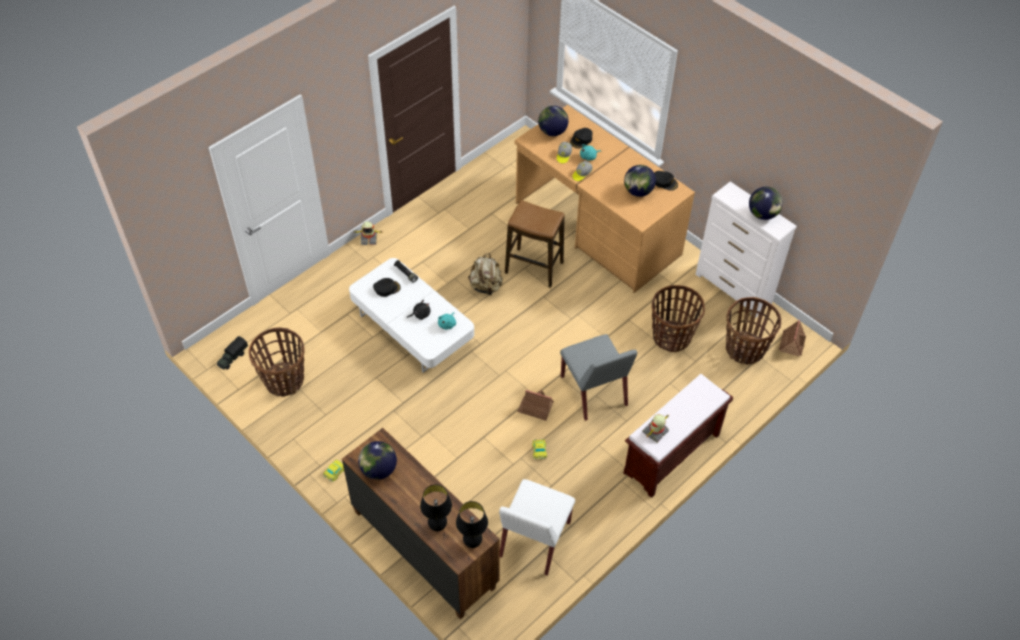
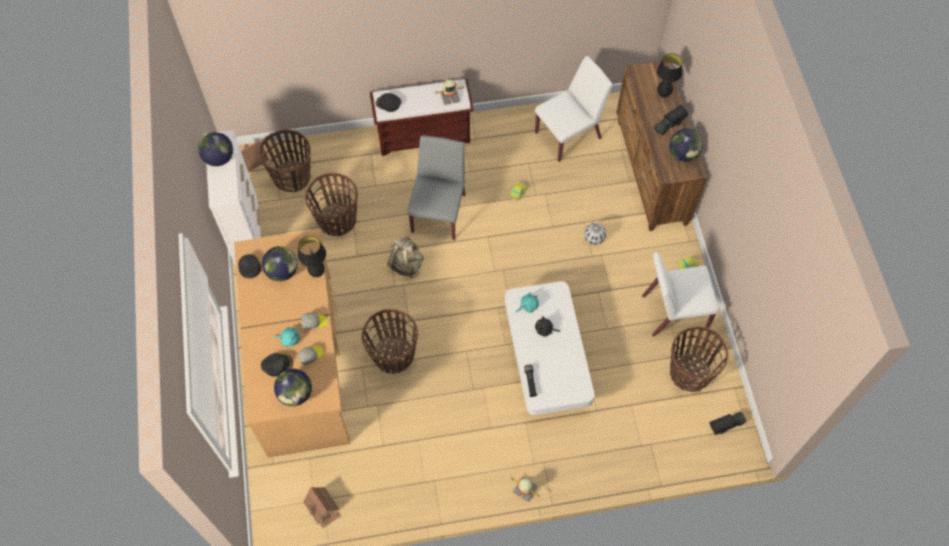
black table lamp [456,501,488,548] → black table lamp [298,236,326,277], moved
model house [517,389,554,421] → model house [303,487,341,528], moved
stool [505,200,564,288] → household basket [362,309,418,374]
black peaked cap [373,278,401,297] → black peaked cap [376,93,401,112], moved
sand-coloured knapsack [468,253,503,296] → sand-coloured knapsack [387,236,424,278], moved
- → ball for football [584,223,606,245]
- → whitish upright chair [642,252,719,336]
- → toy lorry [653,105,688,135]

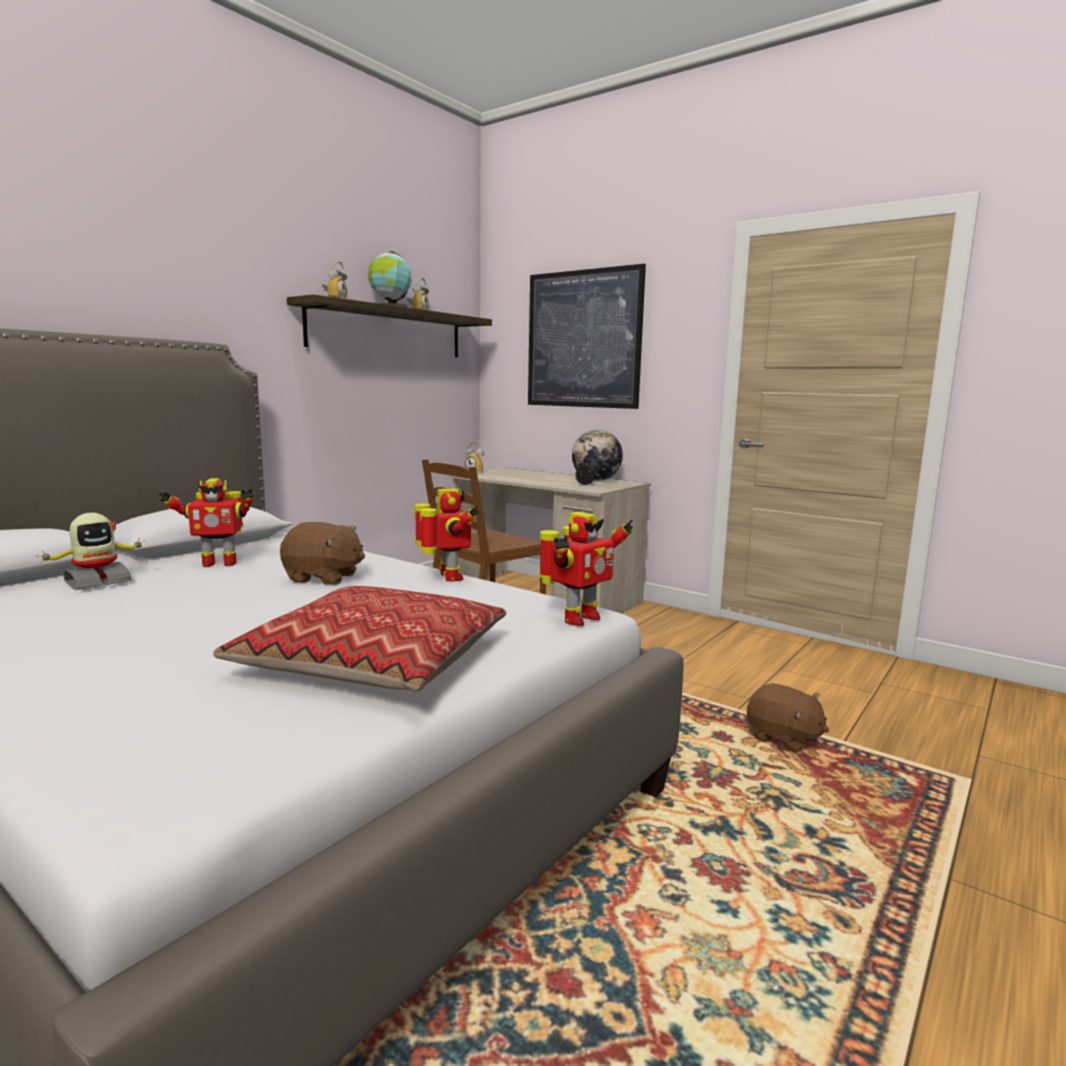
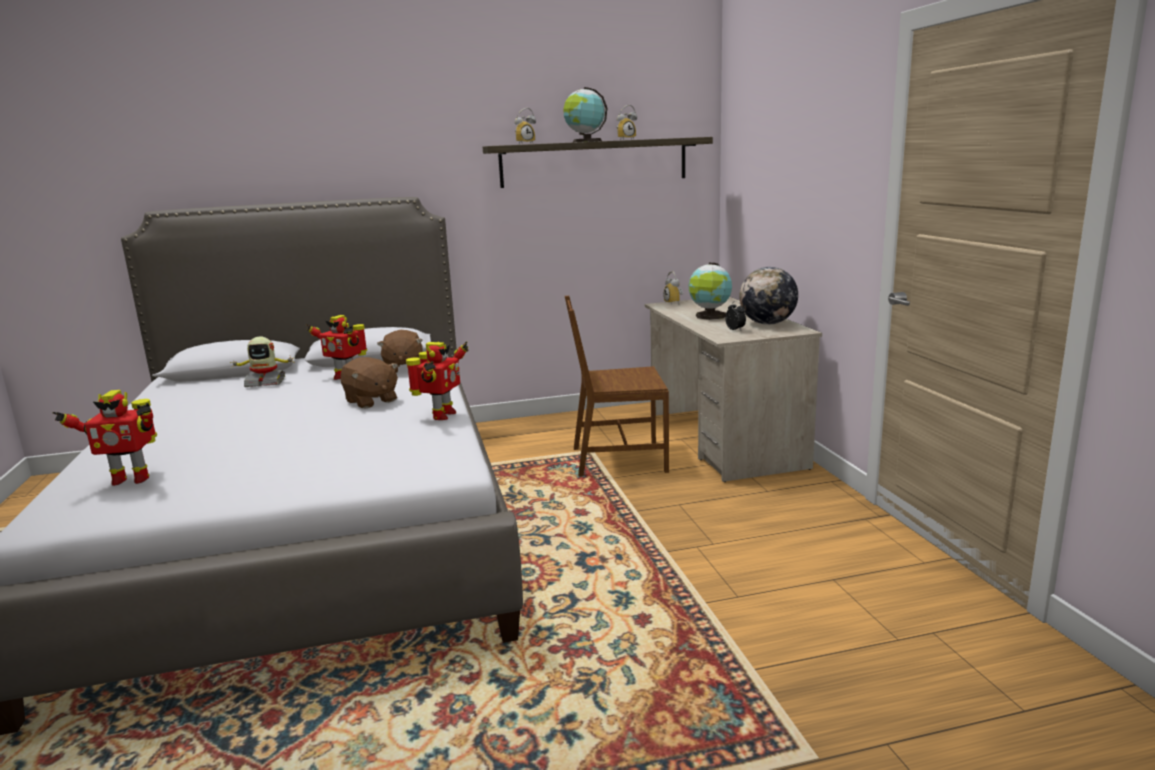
model robot [539,512,633,626] → model robot [52,390,157,486], moved
brownish cuddly toy [747,683,829,753] → brownish cuddly toy [377,330,423,373], moved
- → globe [688,263,732,320]
cushion [213,586,506,691] → -
wall picture [528,264,646,409] → -

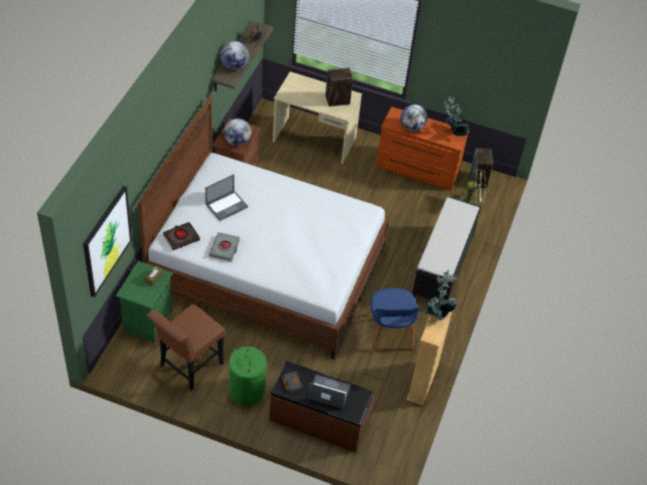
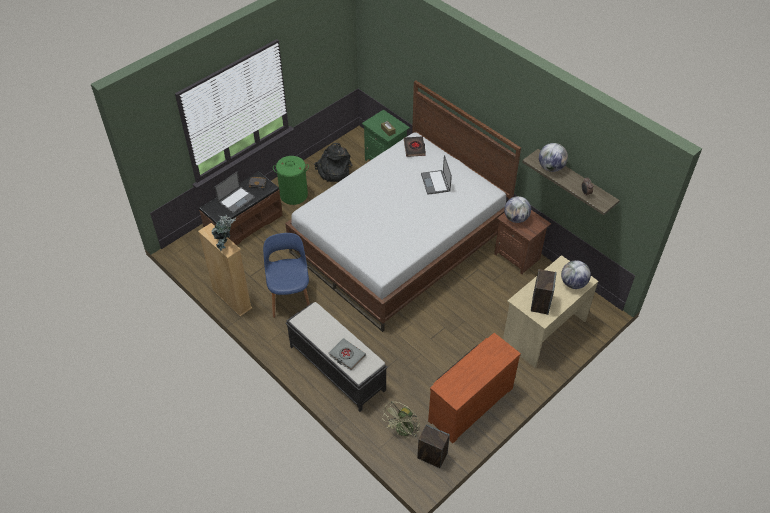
bluish upright chair [366,288,422,352] → bluish upright chair [263,233,310,318], 60 degrees clockwise
brownish upright chair [147,304,225,391] → black knapsack [314,143,352,182]
grey bound book [209,232,240,262] → grey bound book [329,338,366,370], moved
globe [400,104,427,131] → globe [561,260,591,289], moved
wall picture [83,186,132,297] → -
plant in a pot [444,96,469,136] → -

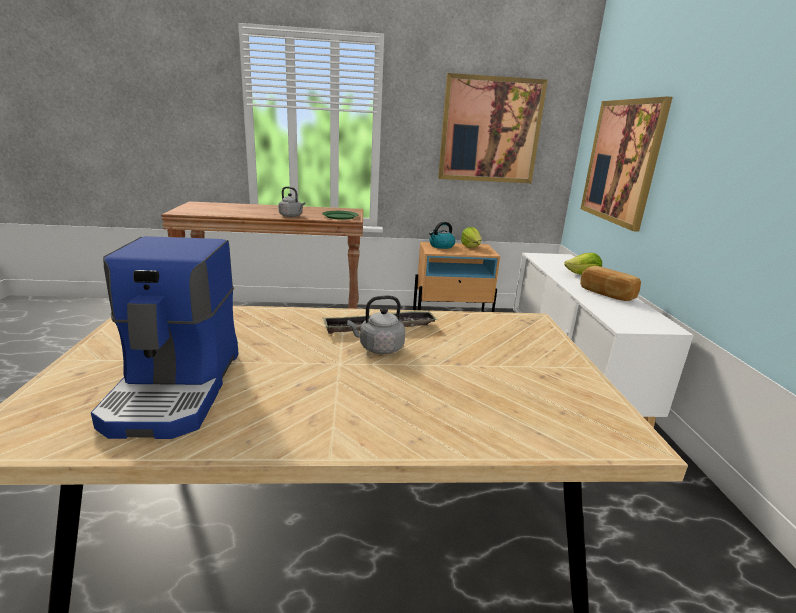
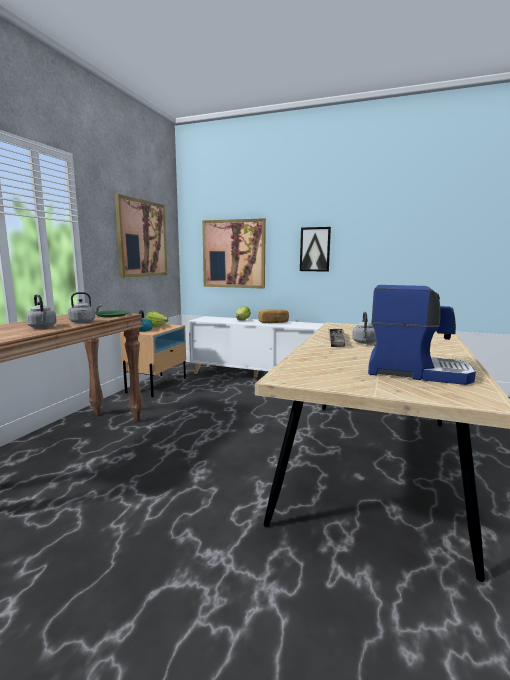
- → grey water kettle [26,294,57,328]
- → wall picture [300,227,331,272]

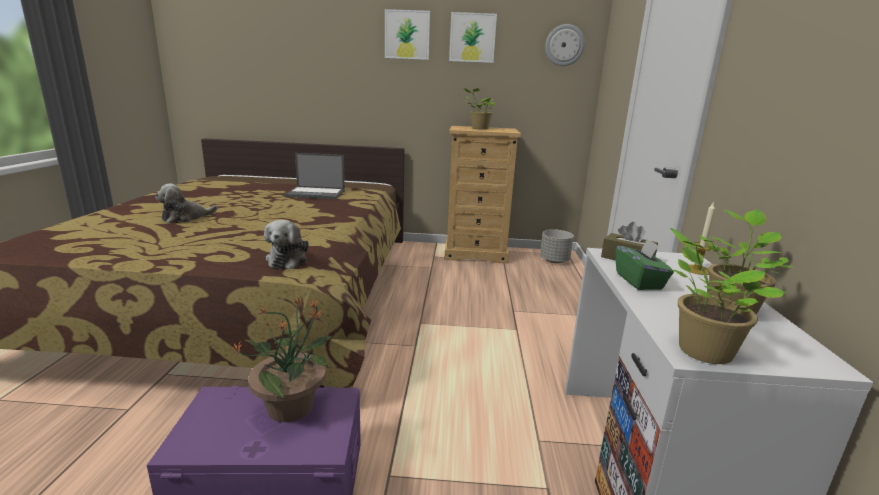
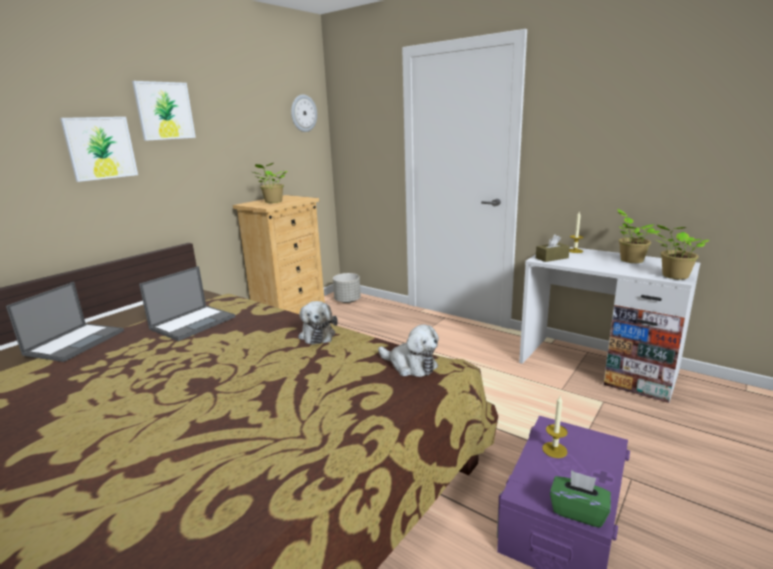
- → laptop [6,282,124,362]
wall picture [449,12,497,63] → wall picture [60,117,138,182], moved
cuddly toy [155,184,217,223] → cuddly toy [298,301,338,345], moved
plant in a pot [230,297,334,422] → wax light [542,396,568,458]
greenish tissue box [616,238,674,290] → greenish tissue box [550,470,611,528], moved

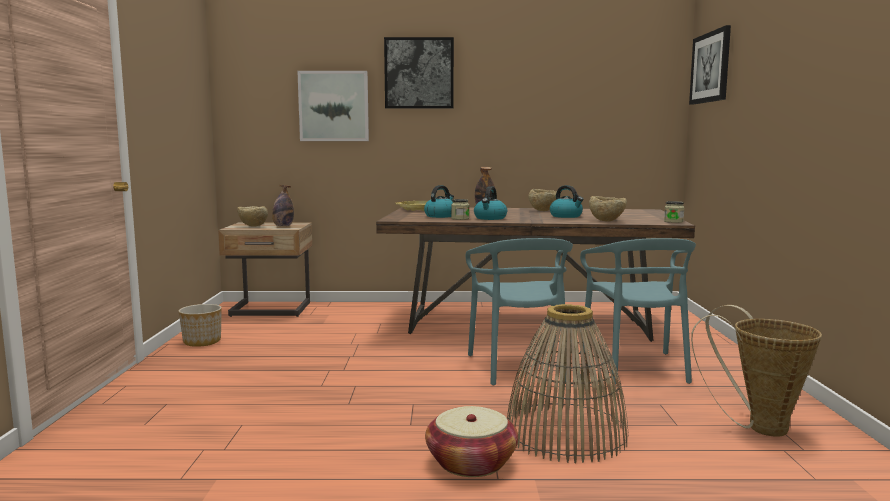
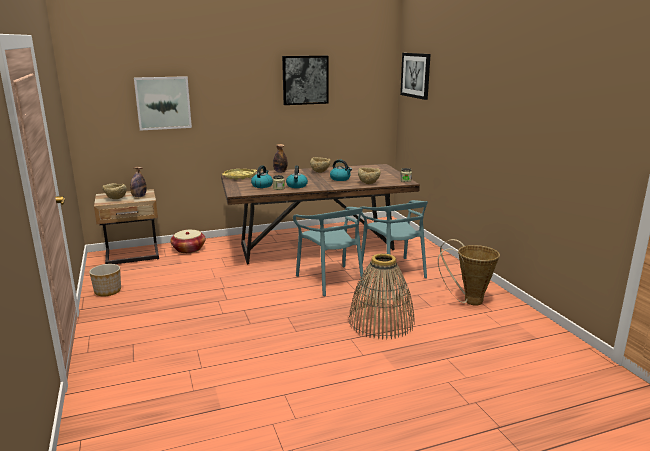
household basket [425,406,518,477] → household basket [170,230,206,253], moved
wall picture [384,37,454,109] → wall picture [282,56,329,105], moved

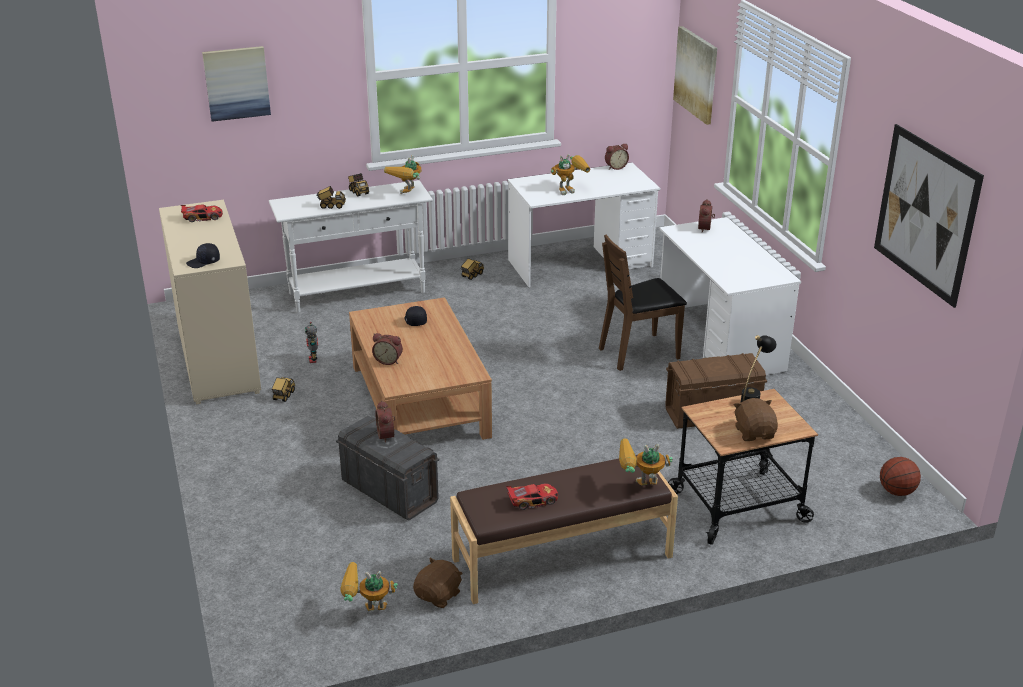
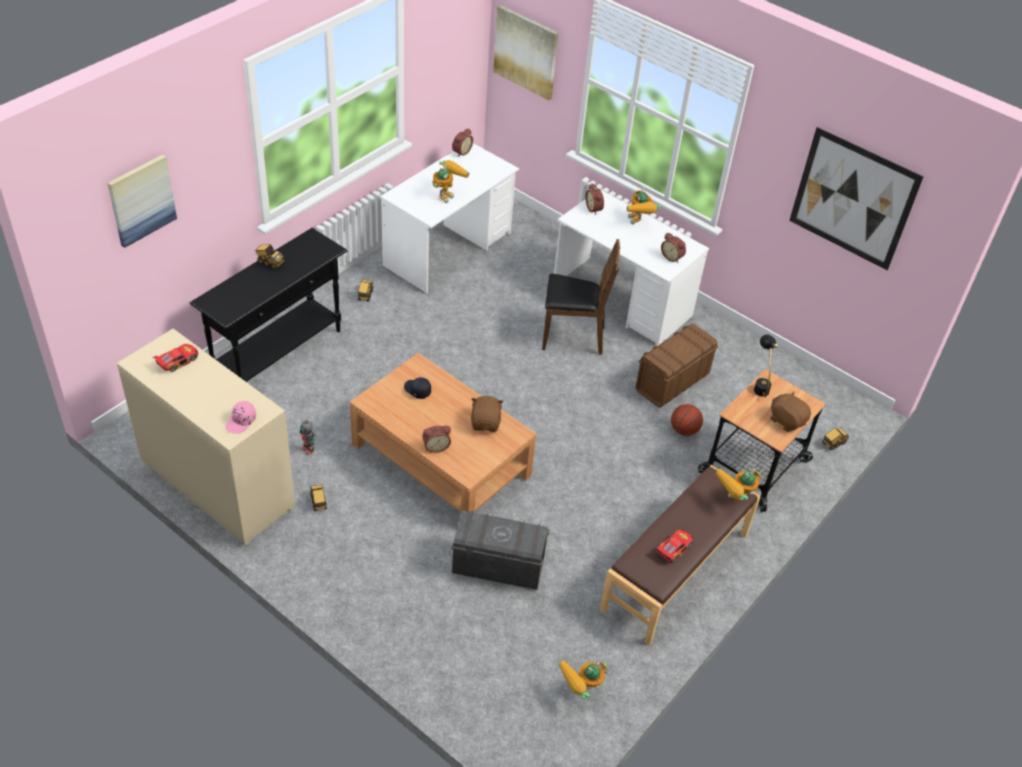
whitish hall table [269,180,433,313] → black hall table [190,228,348,382]
black peaked cap [186,243,220,268] → pinkish peaked cap [225,401,256,434]
brownish cuddly toy [413,558,463,608] → brownish cuddly toy [471,396,504,432], moved
brownish upright chair [599,235,687,371] → brownish upright chair [542,239,620,355], 120 degrees counterclockwise
model robot [384,154,421,194] → model robot [627,187,661,224], moved
table clock [375,401,395,443] → table clock [661,233,686,263], moved
basketball [880,457,921,496] → basketball [671,404,703,436], moved
toy lorry [317,186,346,209] → toy lorry [822,428,849,450], moved

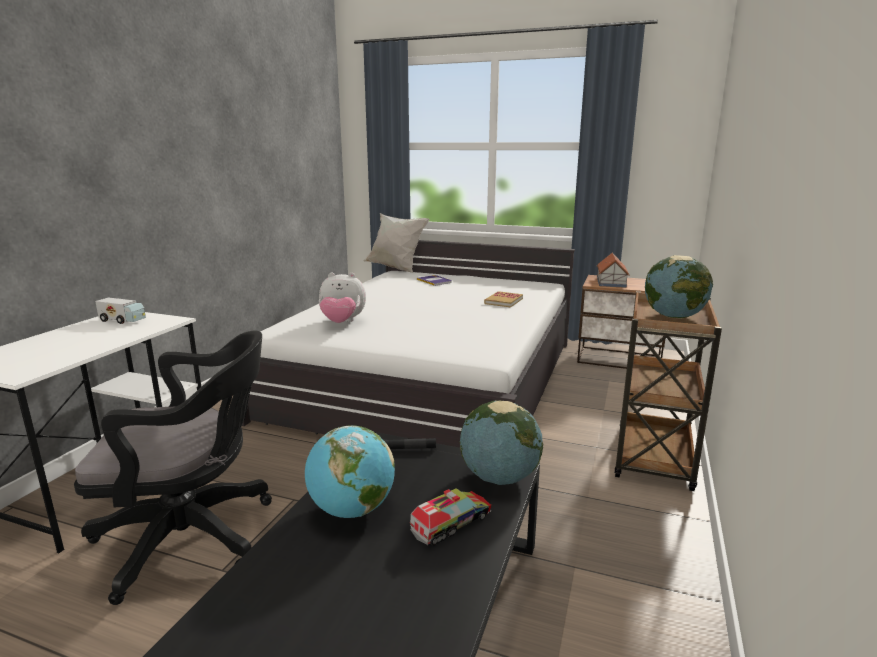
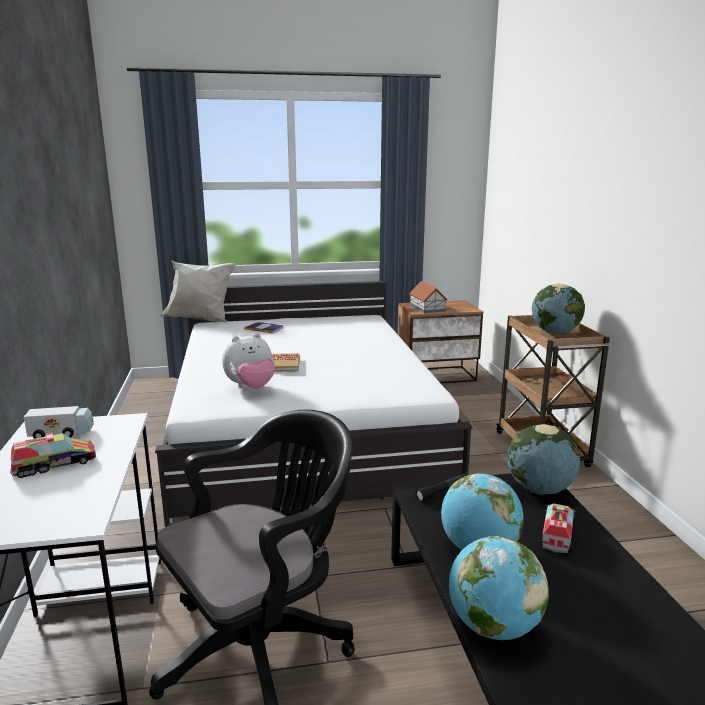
- → toy lorry [10,433,96,478]
bound book [484,291,523,307] → bound book [272,353,300,372], moved
- → globe [449,536,549,640]

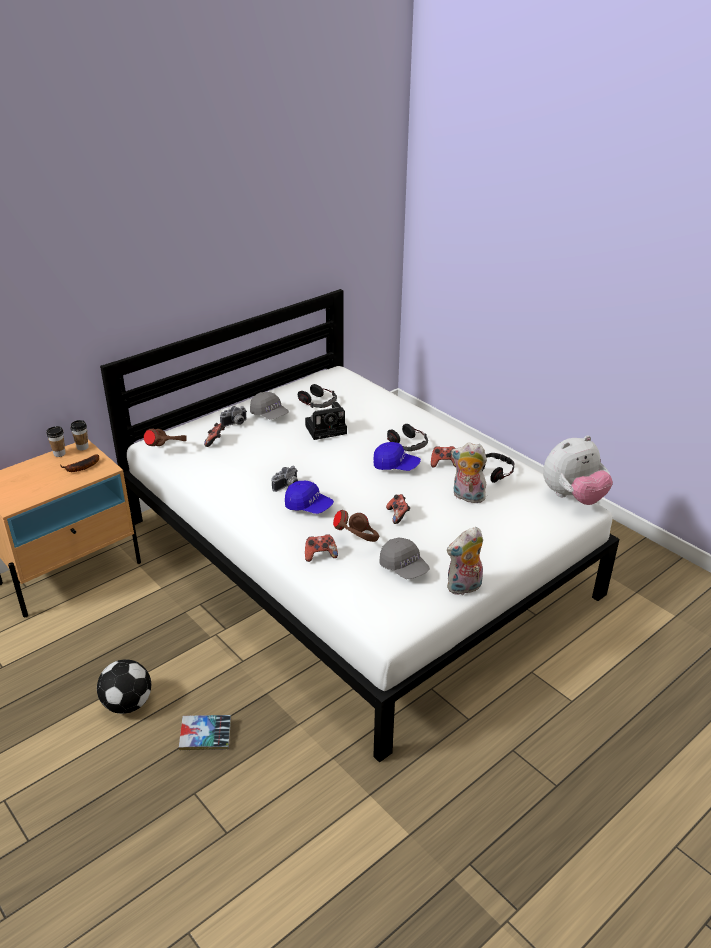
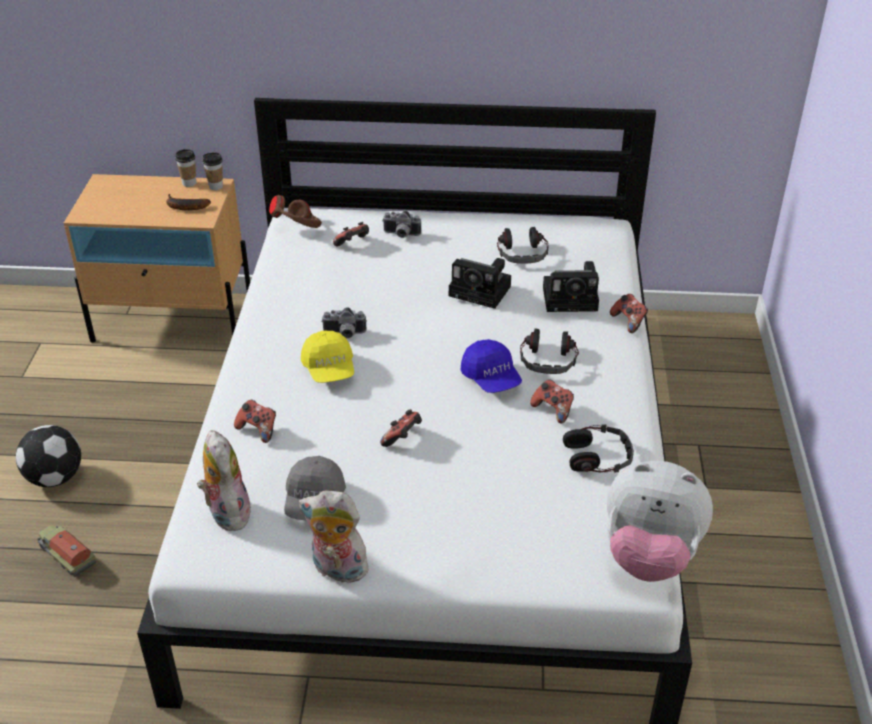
bound book [179,715,231,750] → toy lorry [37,525,96,577]
cuddly toy [451,442,487,503] → cuddly toy [197,430,251,531], moved
bluish peaked cap [285,481,334,514] → yellow peaked cap [301,330,354,383]
- → photo camera [543,261,599,312]
- → gamepad [610,294,648,333]
grey peaked cap [250,392,289,420] → -
brownish headphones [333,510,379,542] → -

